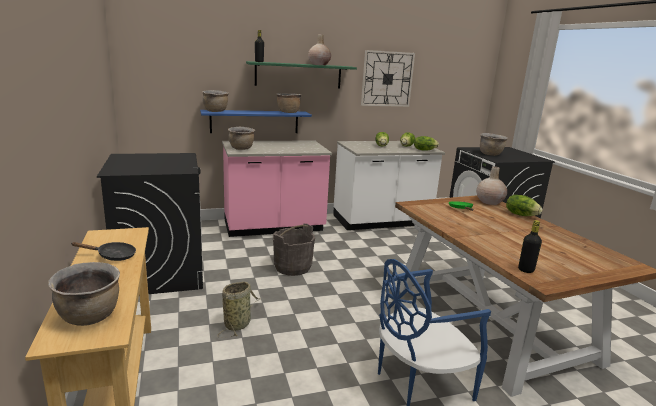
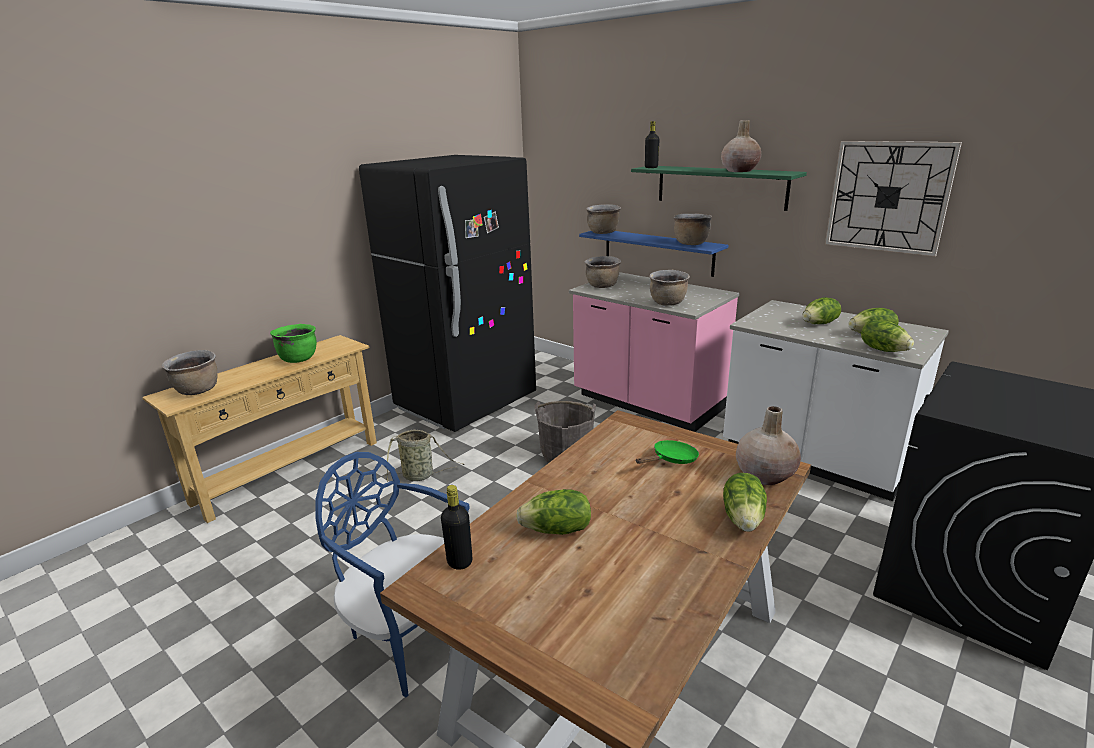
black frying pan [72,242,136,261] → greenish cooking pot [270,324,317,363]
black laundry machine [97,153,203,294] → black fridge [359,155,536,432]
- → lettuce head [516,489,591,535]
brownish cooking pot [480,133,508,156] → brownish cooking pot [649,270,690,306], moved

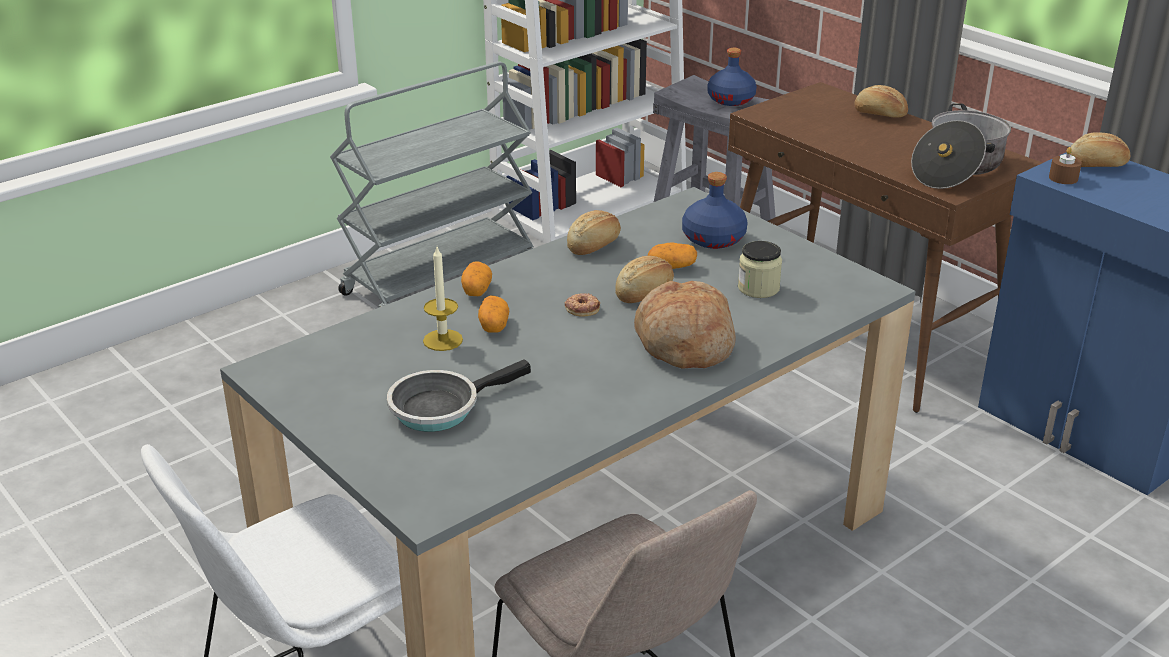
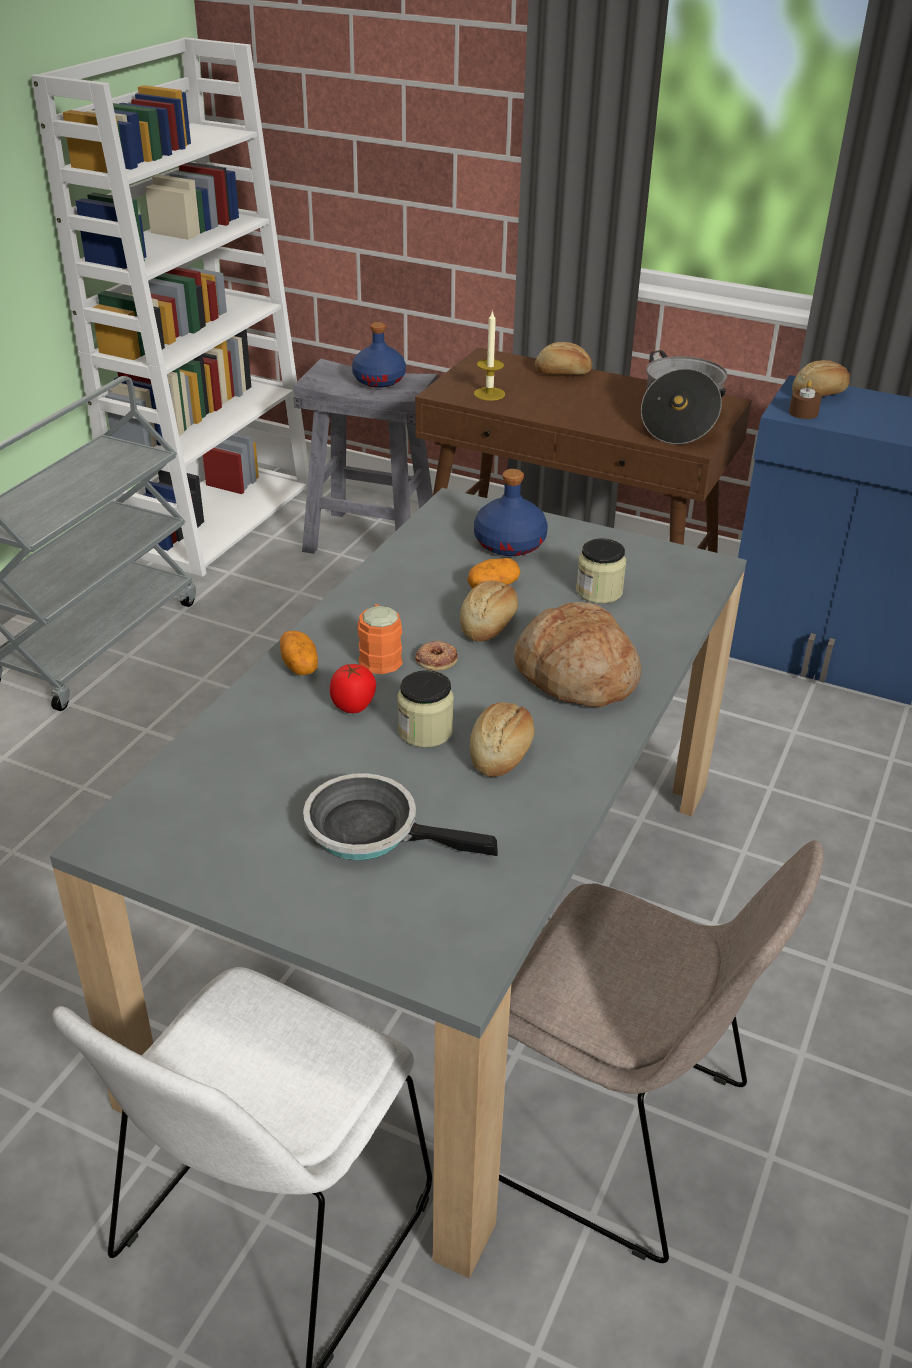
frying pan [387,359,531,432] → frying pan [303,773,498,860], 75 degrees clockwise
potato [478,296,509,333] → tomato [330,664,376,713]
- → orange tea mug [357,604,403,674]
- → preserve jar [397,670,454,748]
bread [567,210,621,255] → bread [470,702,535,777], moved
wax light [423,247,463,351] → wax light [474,310,505,401], moved

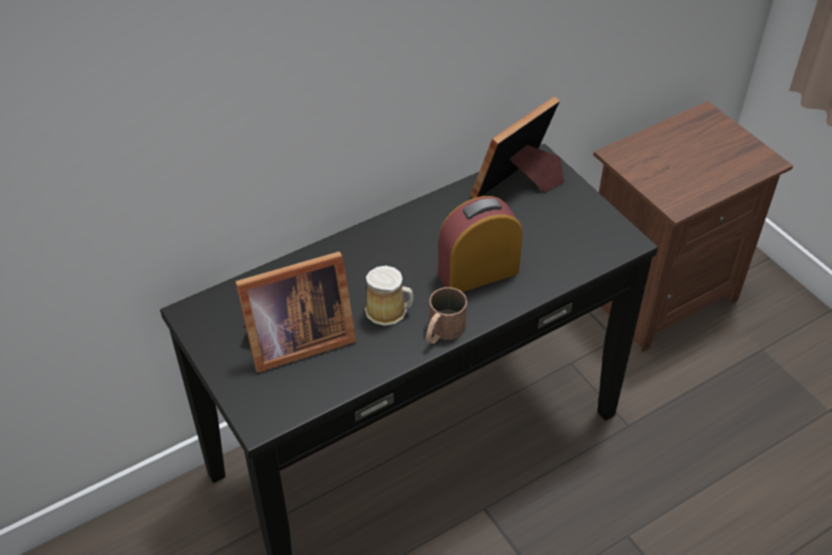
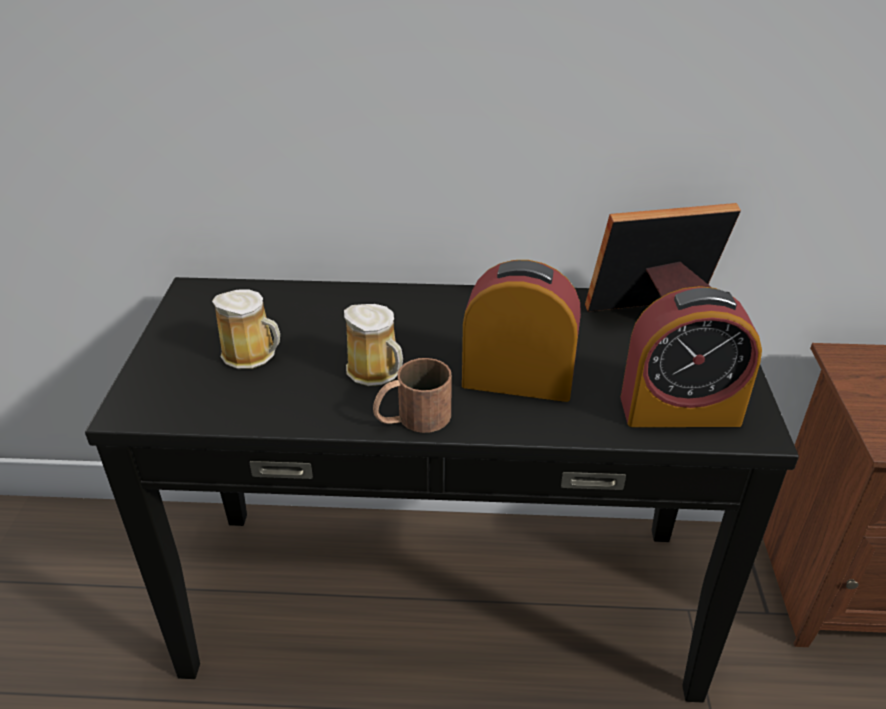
photo frame [235,251,356,373] → tea mug [212,289,280,369]
- → table clock [621,286,762,427]

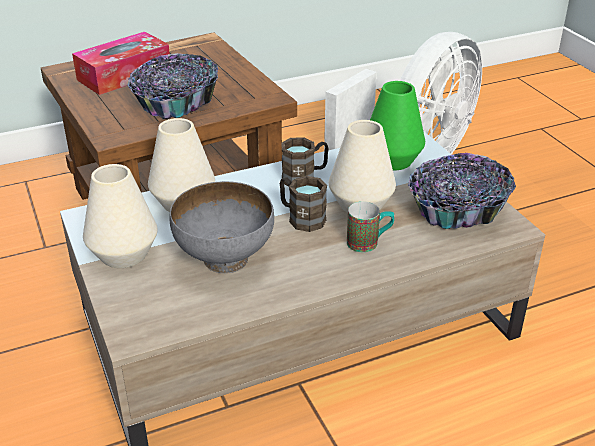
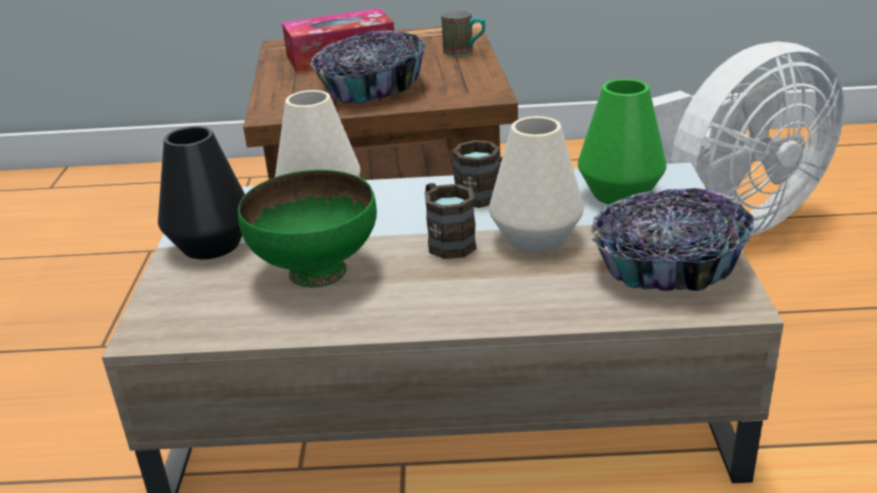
whitish flower vase [83,164,157,268] → black flower vase [158,126,245,259]
grey bowl [169,181,274,273] → greenish bowl [238,170,377,288]
tea mug [347,201,394,252] → tea mug [441,9,485,56], moved

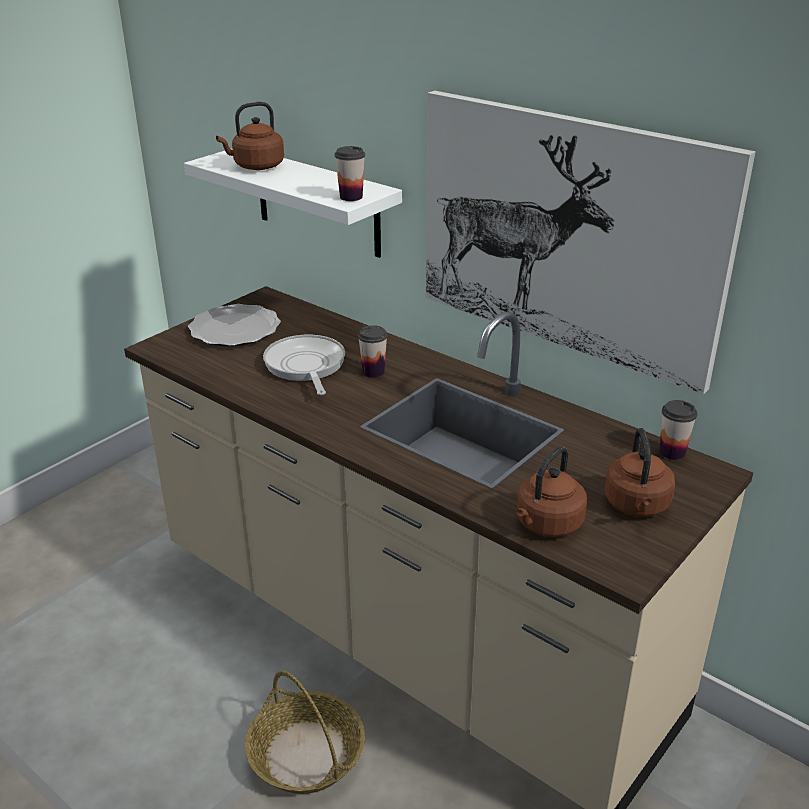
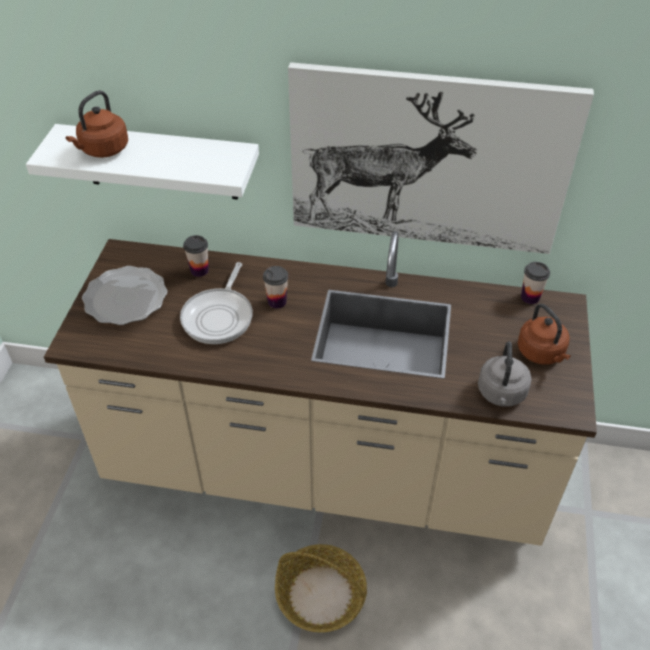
frying pan [263,335,345,395] → frying pan [180,262,253,344], 120 degrees counterclockwise
cup [334,146,365,201] → cup [183,235,209,277], moved
brownish water kettle [516,446,587,537] → grey water kettle [478,341,532,407]

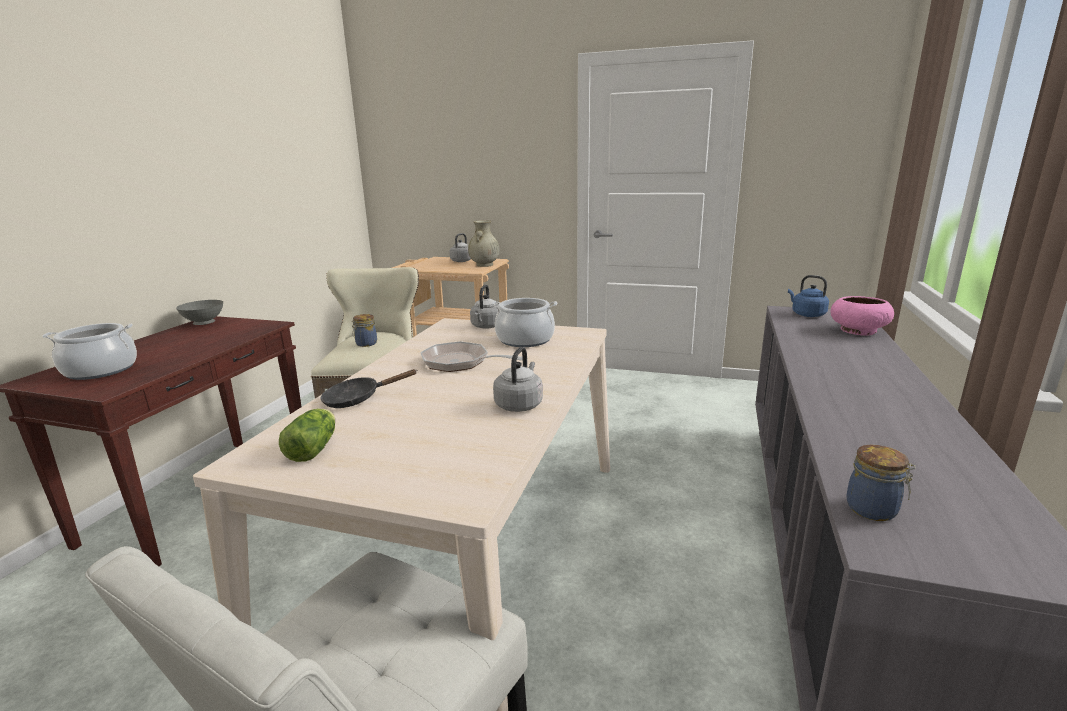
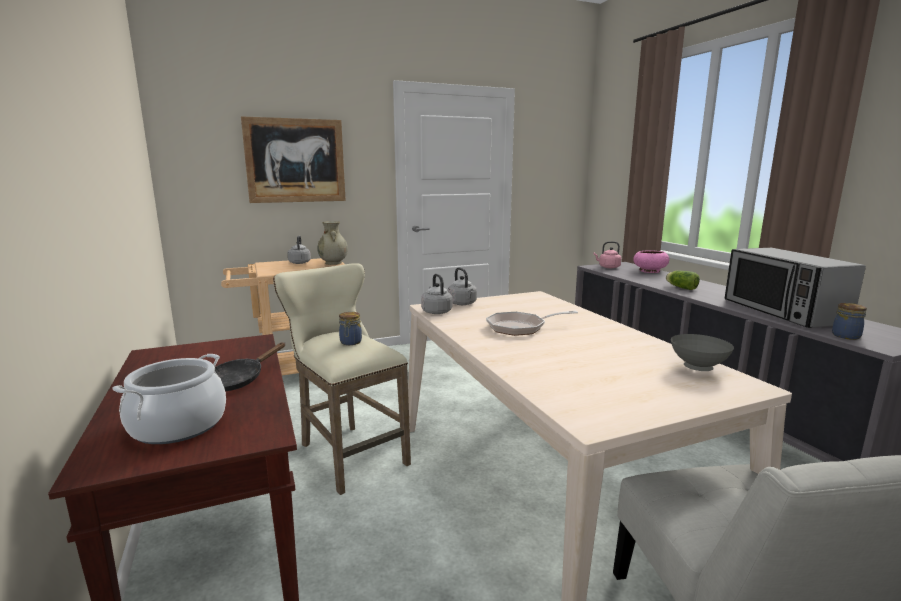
black frying pan [320,369,416,408] → black frying pan [215,342,285,391], moved
- → wall picture [241,116,346,203]
grey water kettle [493,347,543,412] → grey water kettle [421,274,452,314], moved
bluish water kettle [788,275,829,317] → pinkish water kettle [593,241,621,268]
lettuce head [279,409,335,462] → lettuce head [666,270,700,290], moved
grey bowl [176,300,223,325] → grey bowl [671,334,734,371], moved
- → kitchen microwave [725,248,866,328]
cooking pot [491,298,557,347] → -

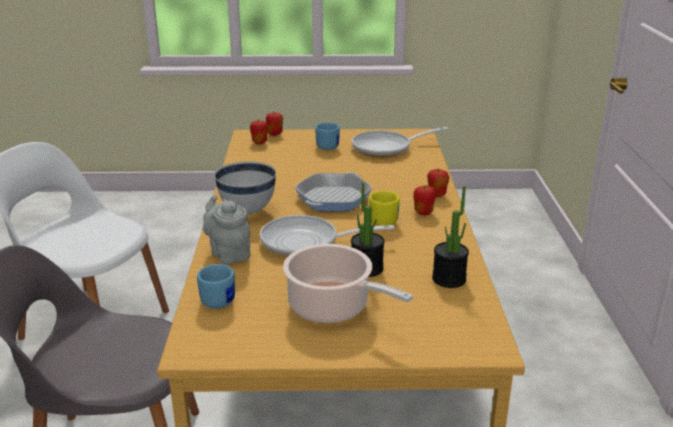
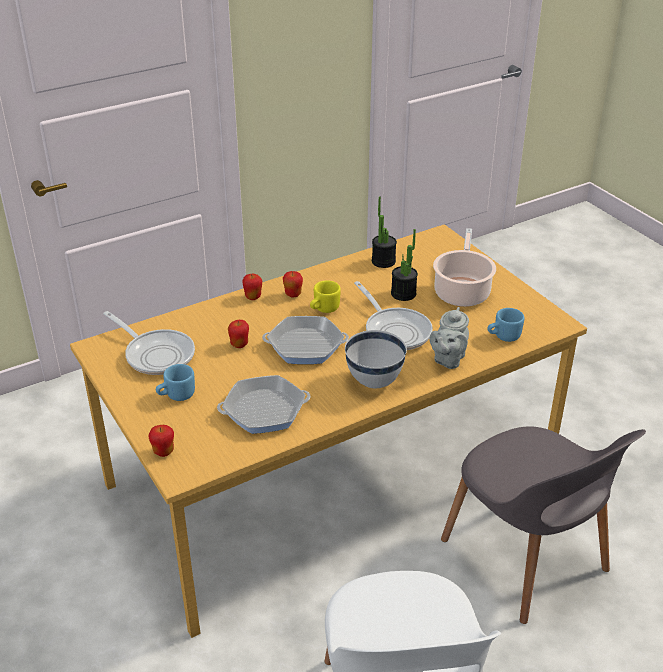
- → frying pan [217,375,310,434]
whole apple [250,119,268,145] → whole apple [228,320,249,348], moved

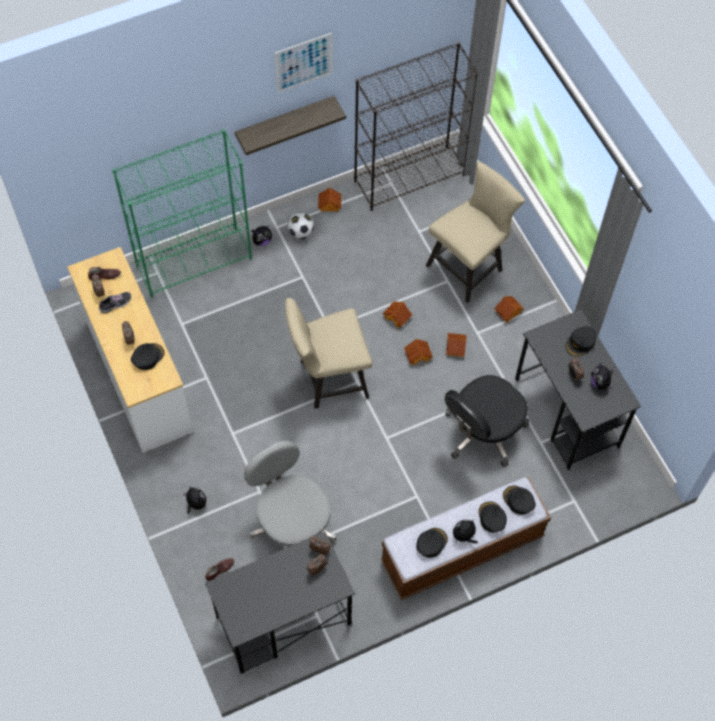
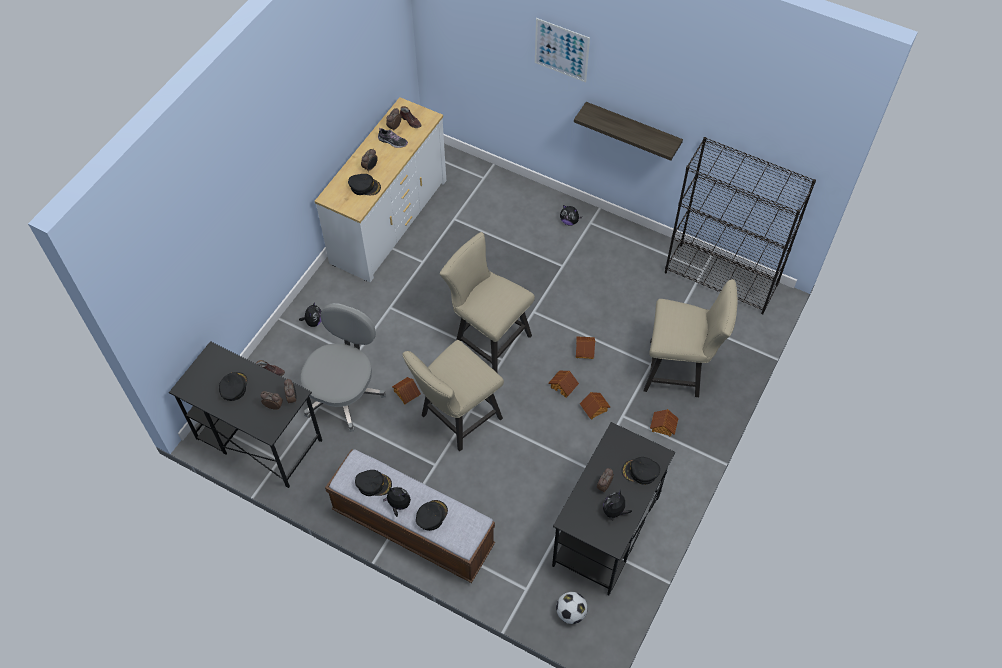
black peaked cap [503,486,536,515] → black peaked cap [219,372,247,401], moved
model house [318,188,341,212] → model house [392,377,421,405], moved
- → sand-coloured upright chair [402,340,504,451]
wall picture [275,33,332,93] → wall picture [535,18,590,82], moved
ball for football [288,213,314,239] → ball for football [556,592,588,624], moved
greenish shelving unit [112,129,252,298] → -
black computer chair [445,375,529,467] → -

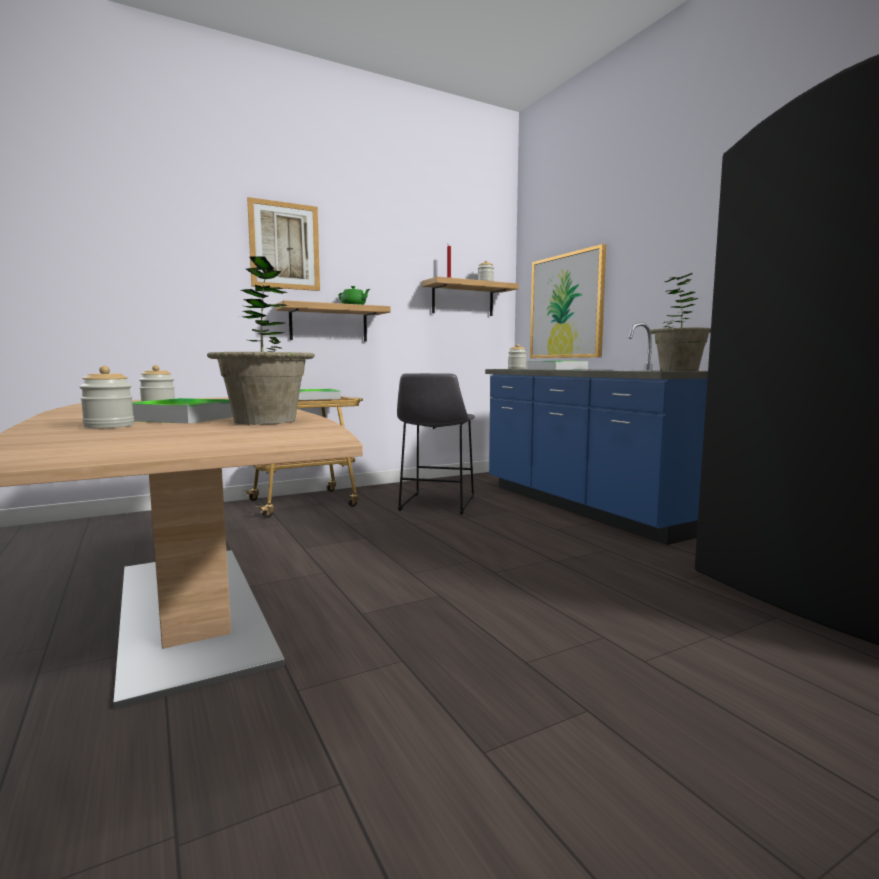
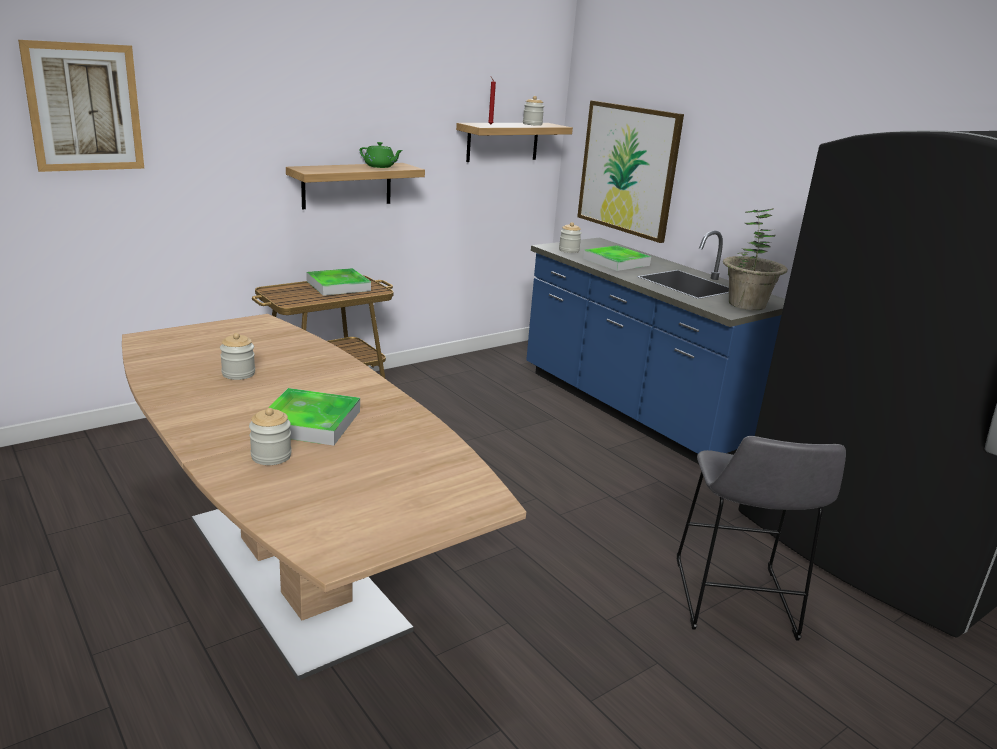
wall picture [247,197,320,291] → wall picture [18,40,144,172], moved
grey stool [397,373,475,515] → grey stool [677,436,846,641], moved
plant in a pot [207,256,315,425] → -

